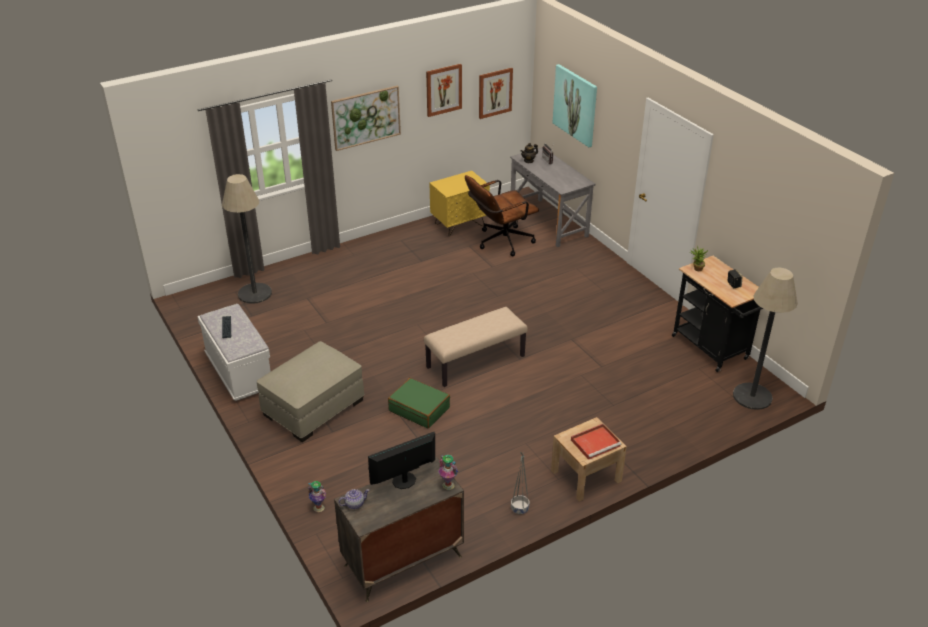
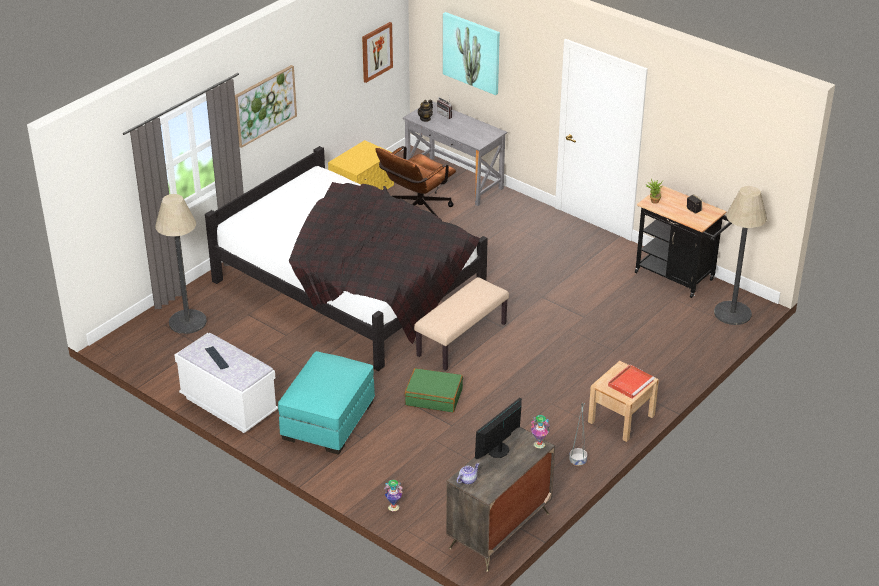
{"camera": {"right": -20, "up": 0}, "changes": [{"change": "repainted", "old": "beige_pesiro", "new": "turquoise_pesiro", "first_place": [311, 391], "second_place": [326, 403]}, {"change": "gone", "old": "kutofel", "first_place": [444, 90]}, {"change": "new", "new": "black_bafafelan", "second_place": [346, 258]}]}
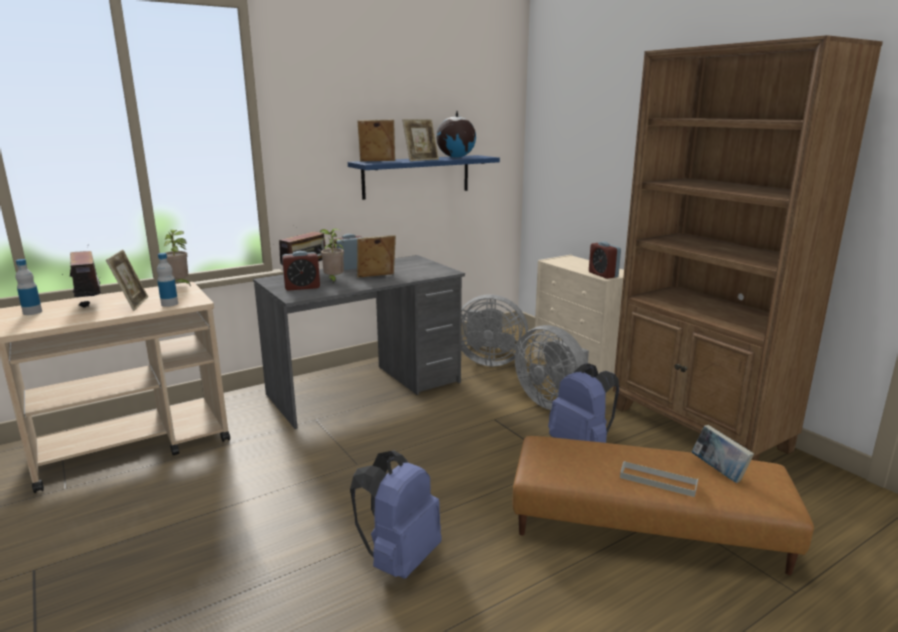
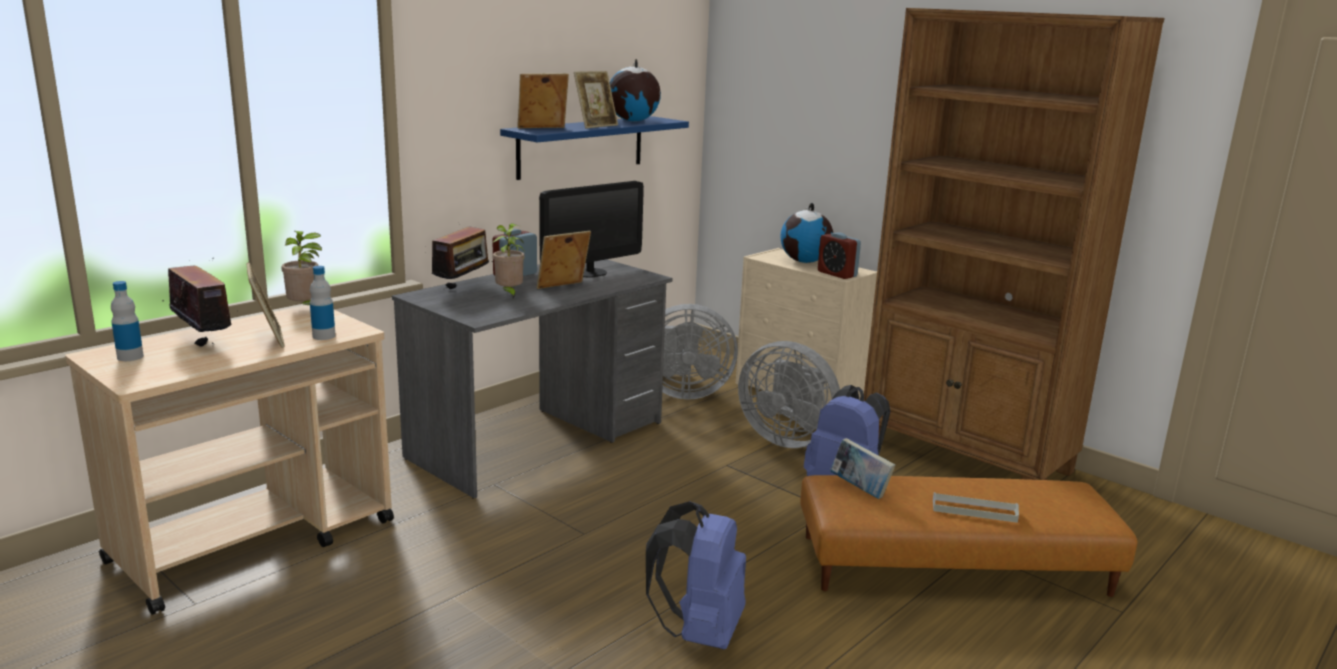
{"camera": {"right": -15, "up": 0}, "changes": [{"change": "gone", "old": "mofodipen", "first_place": [301, 271]}, {"change": "shifted", "old": "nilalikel", "first_place": [723, 454], "second_place": [862, 468]}, {"change": "new", "new": "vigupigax", "second_place": [591, 229]}, {"change": "new", "new": "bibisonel", "second_place": [807, 233]}]}
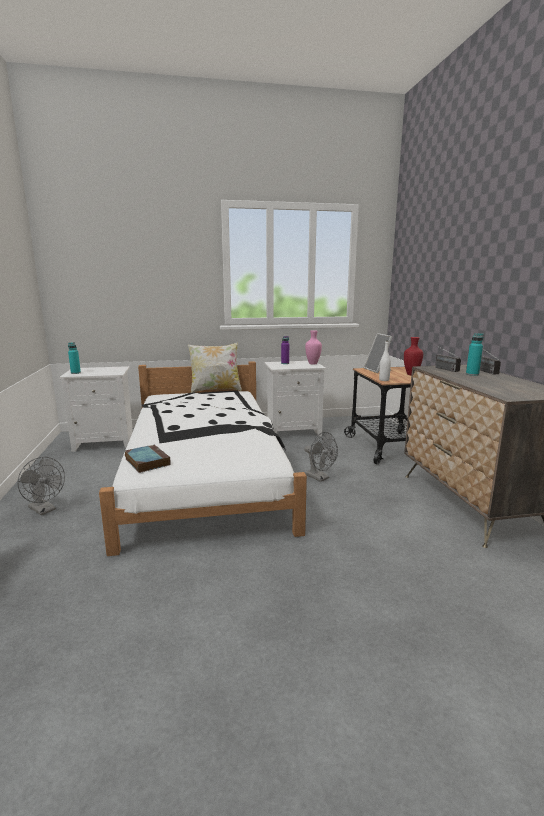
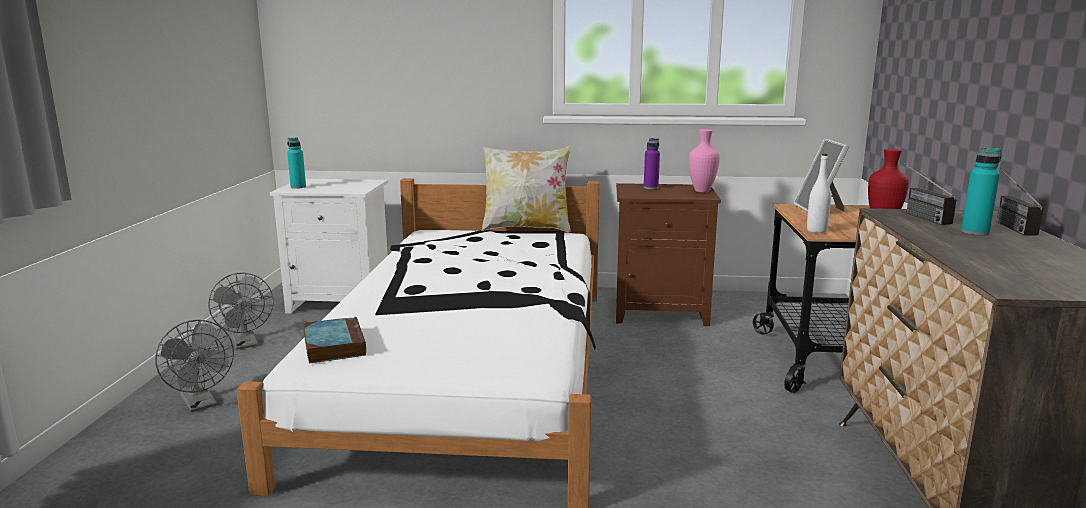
{"camera": {"right": 15, "up": 0}, "changes": [{"change": "repainted", "old": "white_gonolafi", "new": "brown_gonolafi", "first_place": [295, 398], "second_place": [668, 254]}, {"change": "shifted", "old": "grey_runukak", "first_place": [321, 457], "second_place": [241, 311]}]}
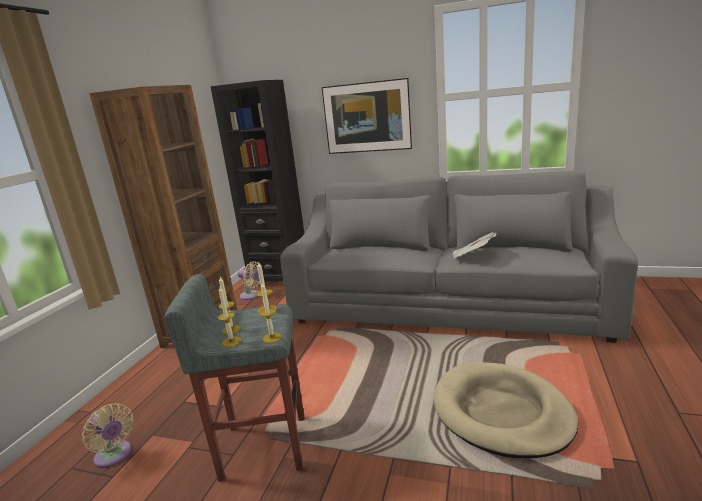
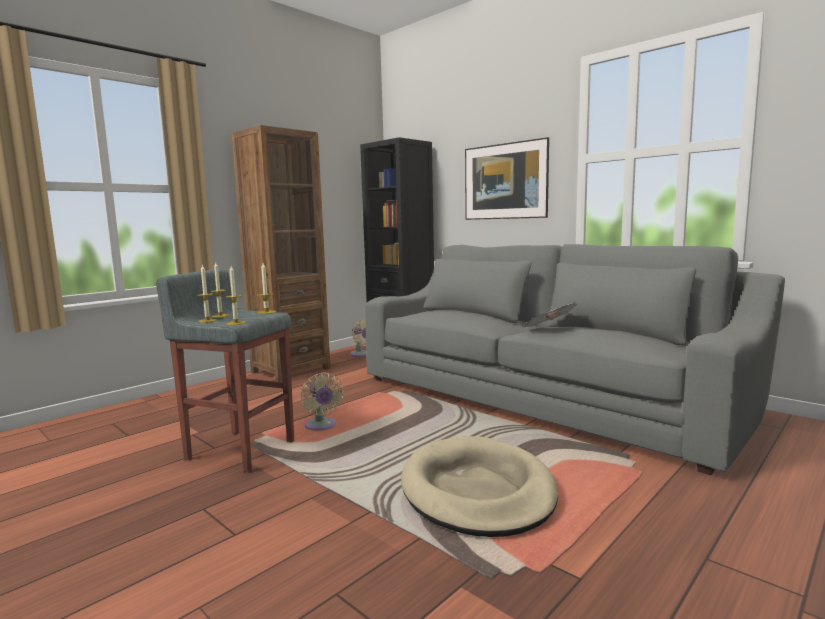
{"camera": {"right": 25, "up": -10}, "changes": [{"change": "shifted", "old": "beige_runukak", "first_place": [108, 435], "second_place": [322, 401]}]}
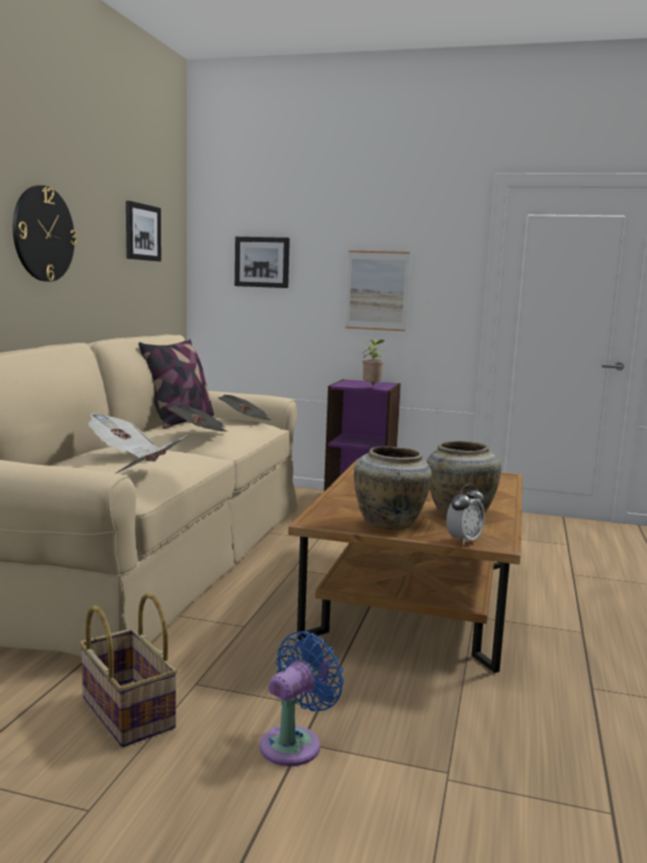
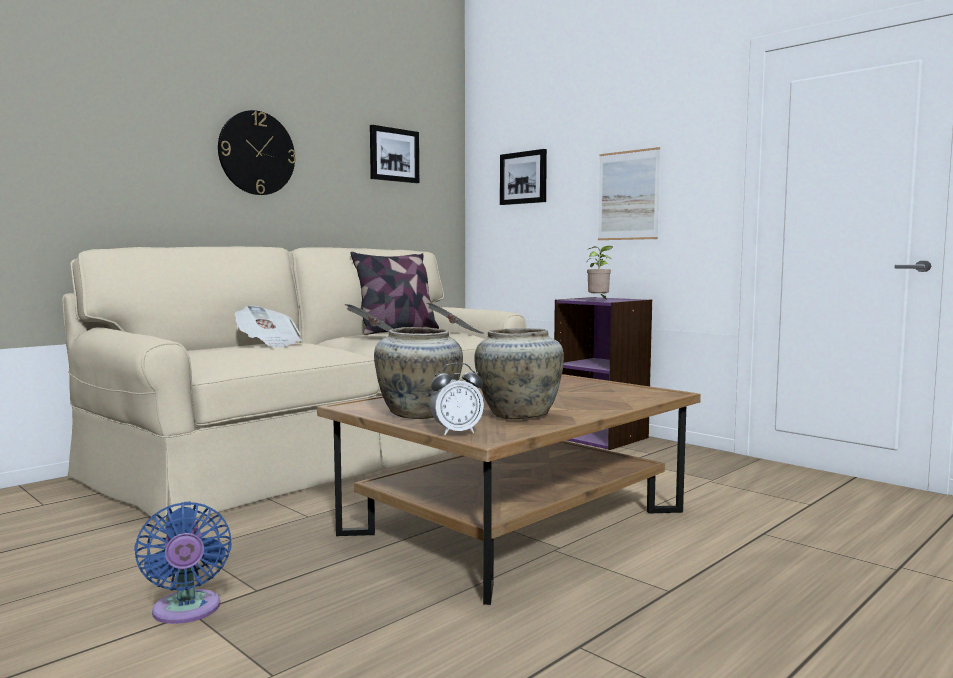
{"camera": {"right": 30, "up": -5}, "changes": [{"change": "gone", "old": "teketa", "first_place": [128, 670]}, {"change": "gone", "old": "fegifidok", "first_place": [151, 454]}, {"change": "rotated", "old": "blue_runukak", "first_place": [302, 698], "second_place": [183, 563], "degrees": 90}]}
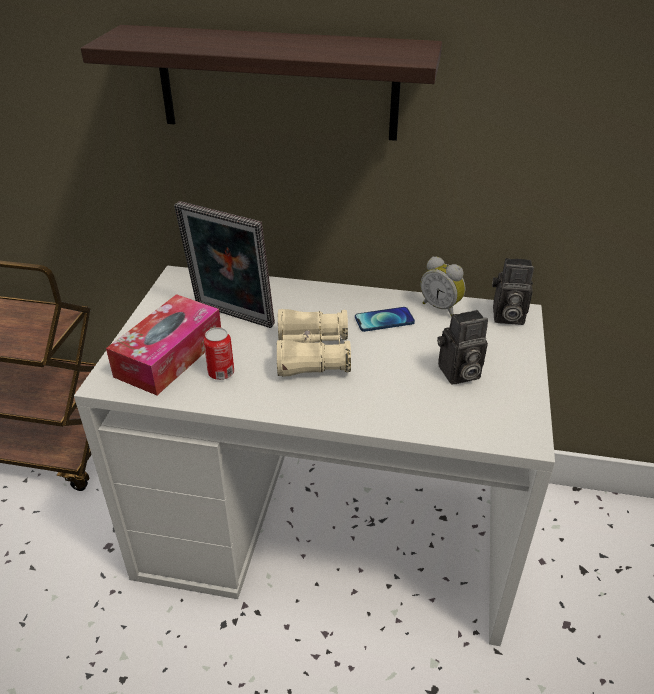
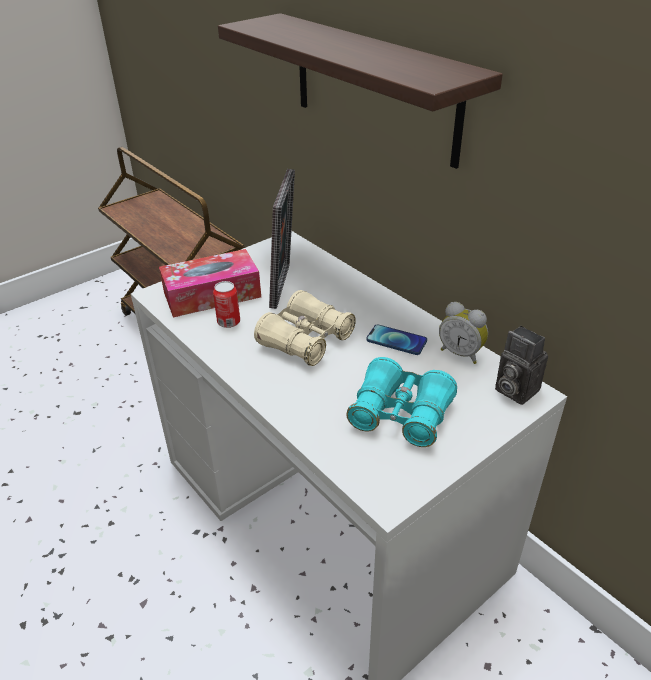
{"camera": {"right": 40, "up": 0}, "changes": [{"change": "rotated", "old": "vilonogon", "first_place": [224, 264], "second_place": [282, 239], "degrees": -150}, {"change": "rotated", "old": "mofodipen", "first_place": [443, 286], "second_place": [463, 333], "degrees": -45}, {"change": "swapped", "old": "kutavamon", "new": "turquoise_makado", "first_place": [462, 347], "second_place": [401, 402]}]}
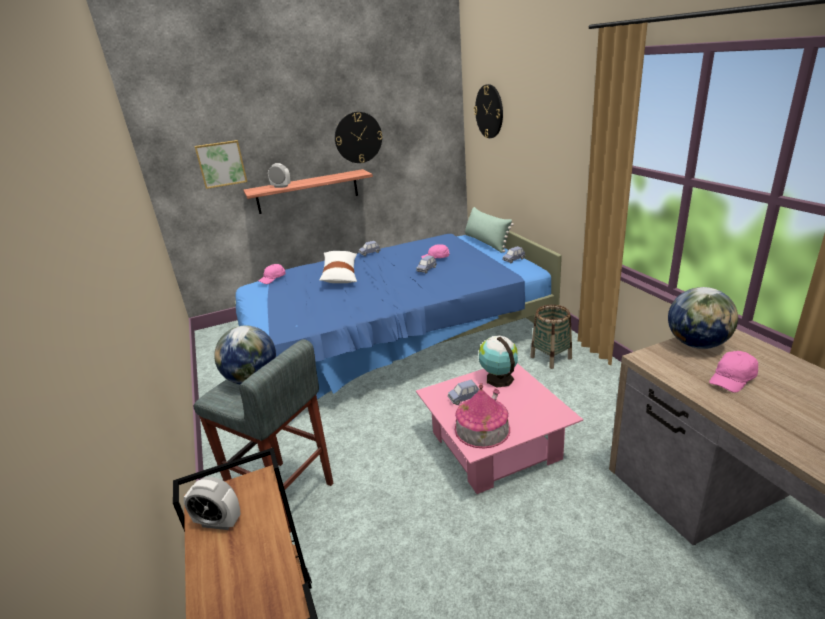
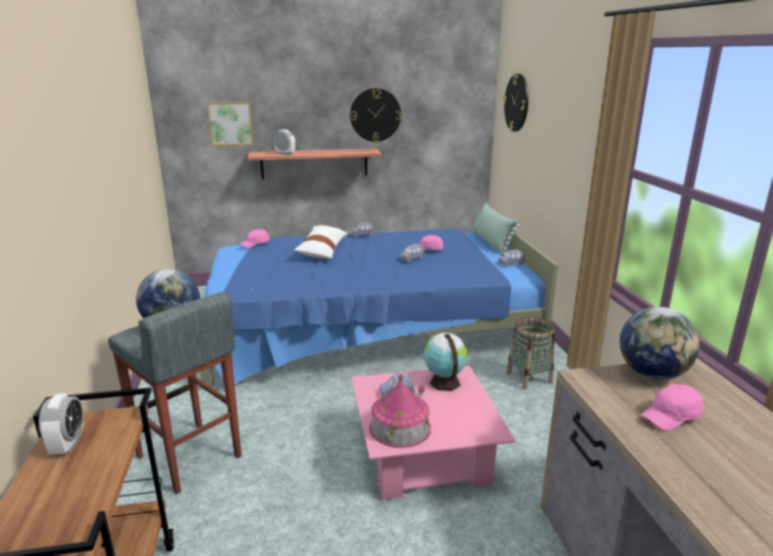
{"camera": {"right": 10, "up": -5}, "changes": [{"change": "rotated", "old": "mofodipen", "first_place": [212, 503], "second_place": [61, 424], "degrees": -120}]}
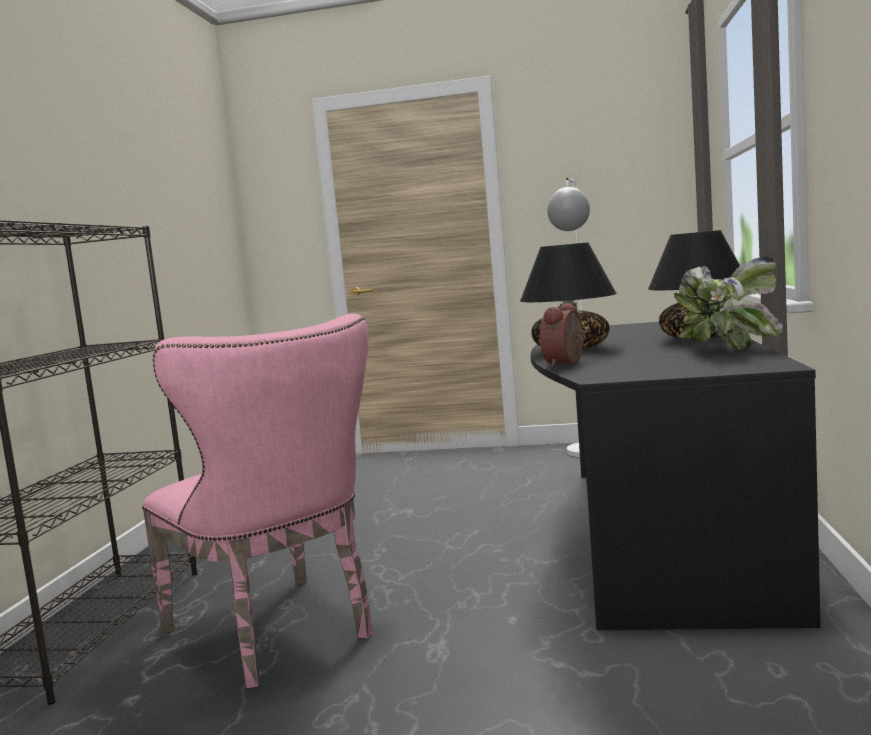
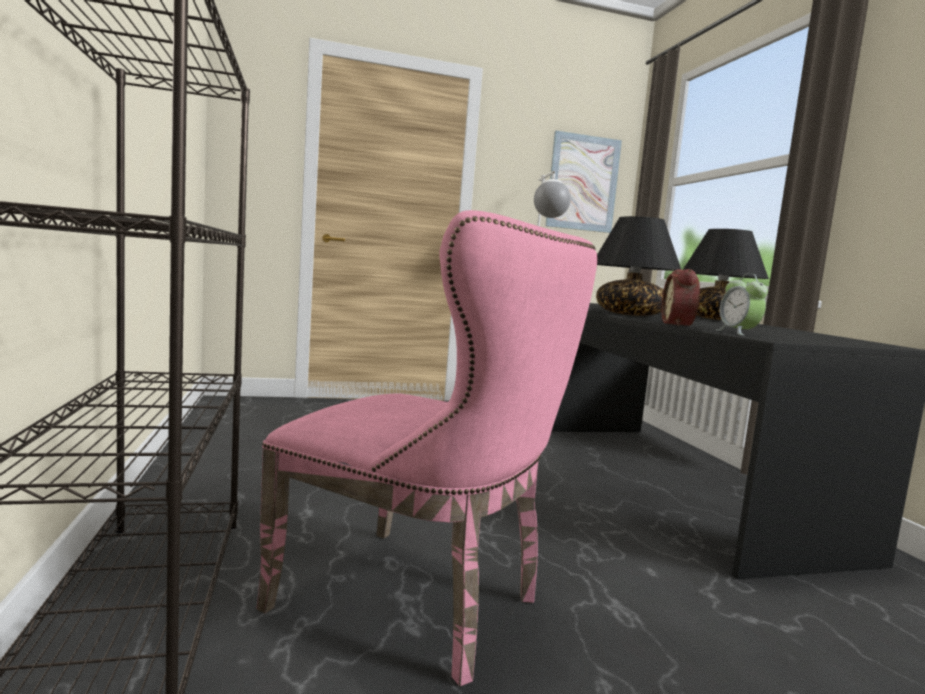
{"camera": {"right": -25, "up": 0}, "changes": [{"change": "gone", "old": "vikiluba", "first_place": [728, 302]}, {"change": "new", "new": "kutofel", "second_place": [583, 182]}, {"change": "new", "new": "mofodipen", "second_place": [742, 304]}]}
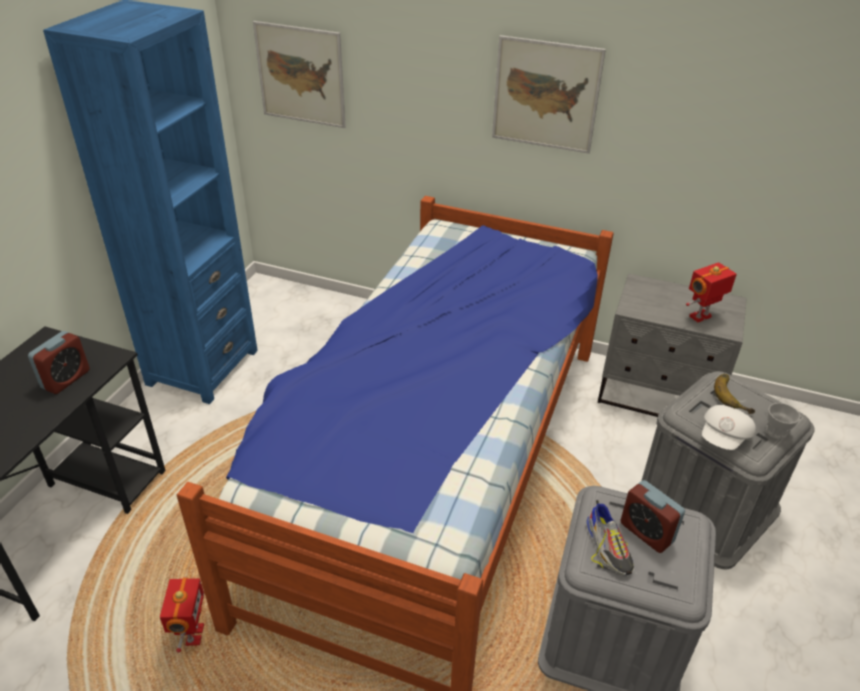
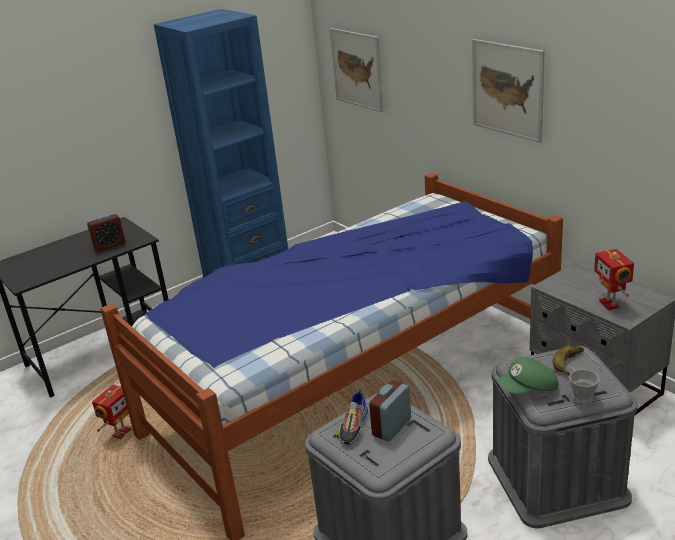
{"camera": {"right": 35, "up": -10}, "changes": [{"change": "rotated", "old": "mofodipen", "first_place": [652, 516], "second_place": [390, 410], "degrees": 45}, {"change": "rotated", "old": "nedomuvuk", "first_place": [711, 292], "second_place": [614, 279], "degrees": -105}, {"change": "repainted", "old": "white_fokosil", "new": "green_fokosil", "first_place": [729, 427], "second_place": [527, 376]}]}
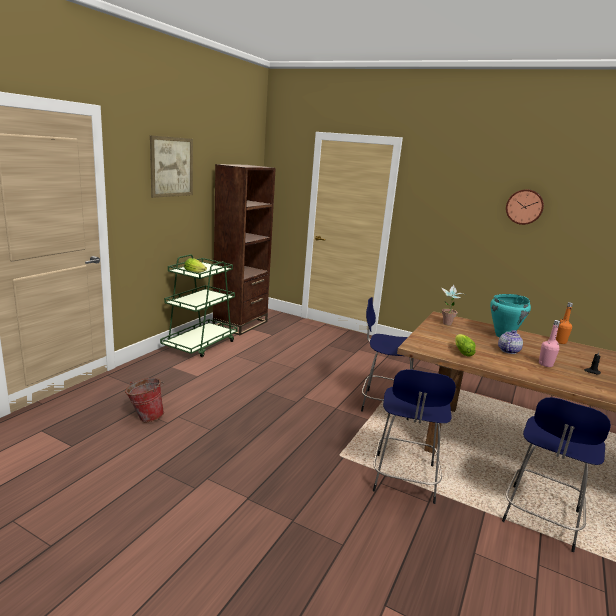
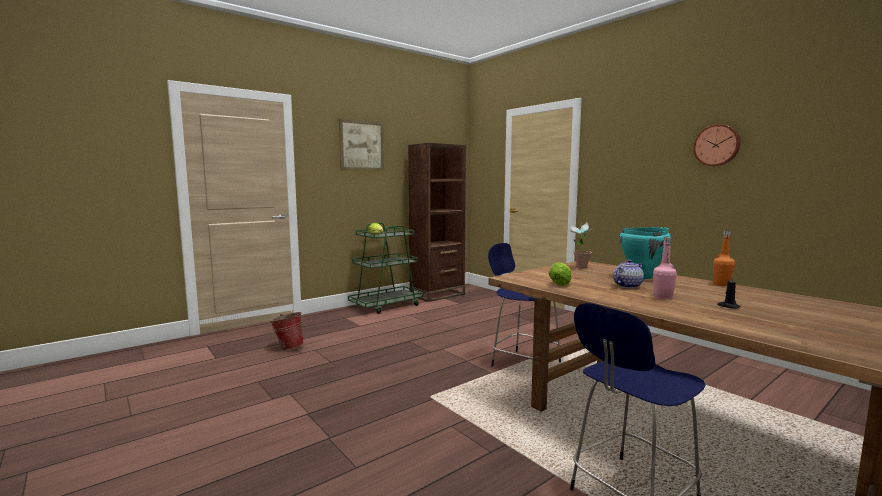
{"camera": {"right": 25, "up": -10}, "changes": [{"change": "gone", "old": "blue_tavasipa", "first_place": [414, 436]}]}
